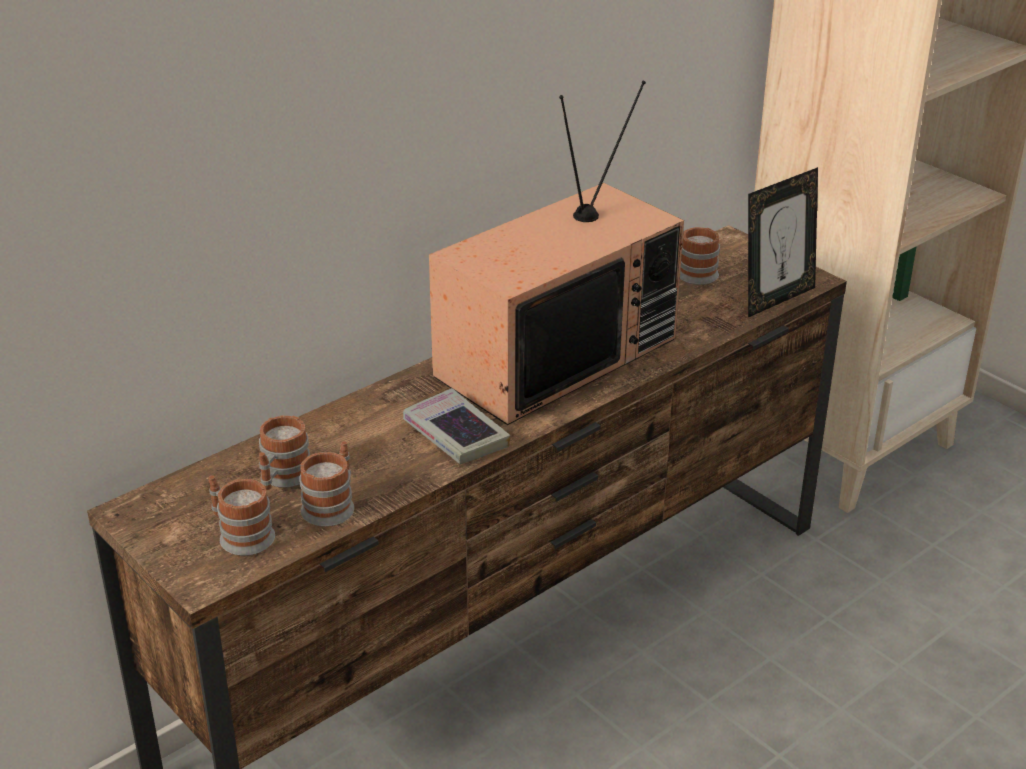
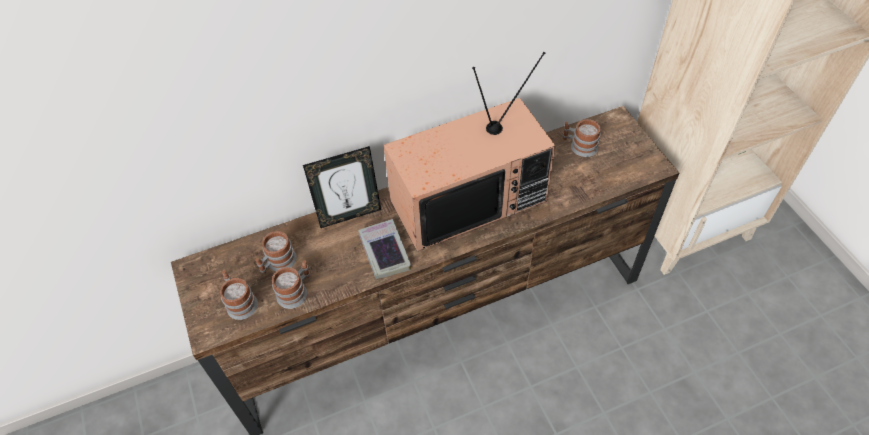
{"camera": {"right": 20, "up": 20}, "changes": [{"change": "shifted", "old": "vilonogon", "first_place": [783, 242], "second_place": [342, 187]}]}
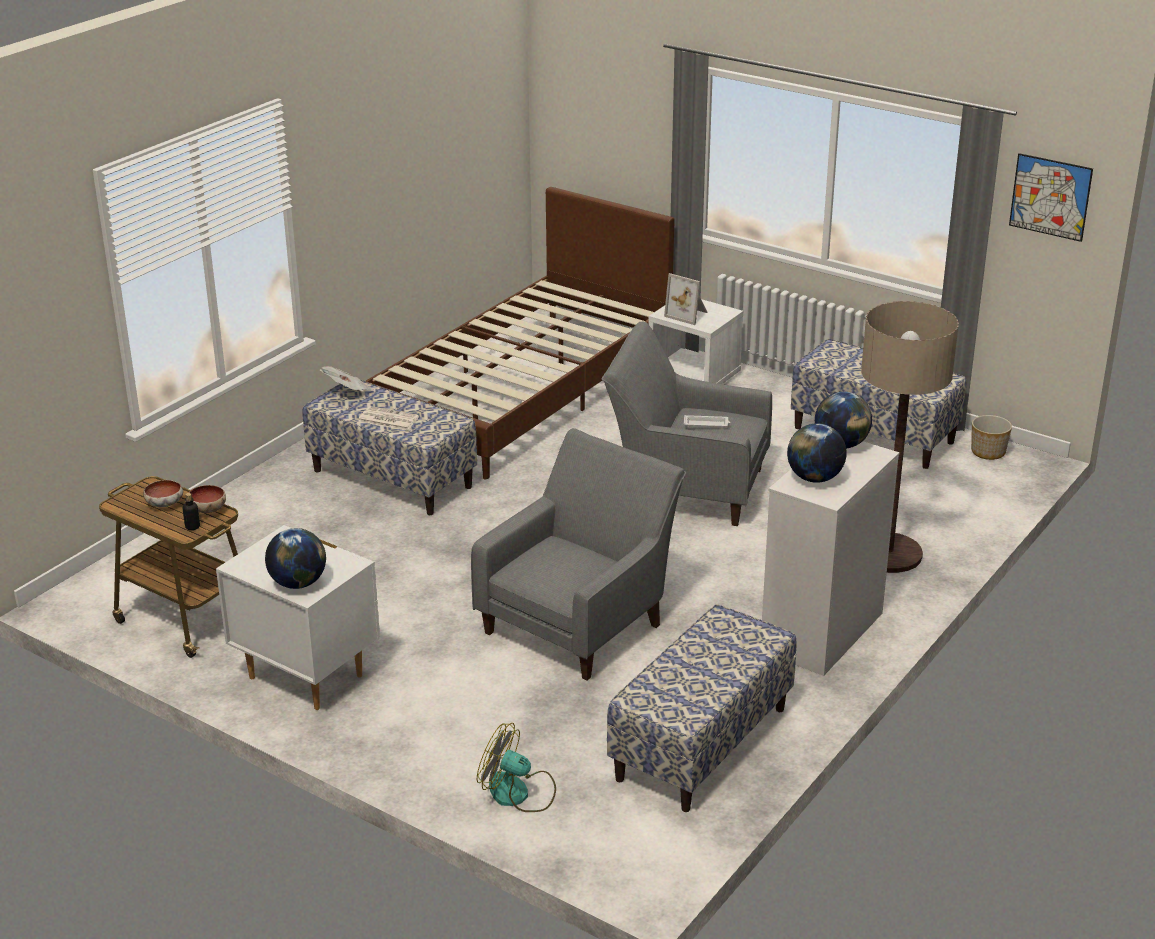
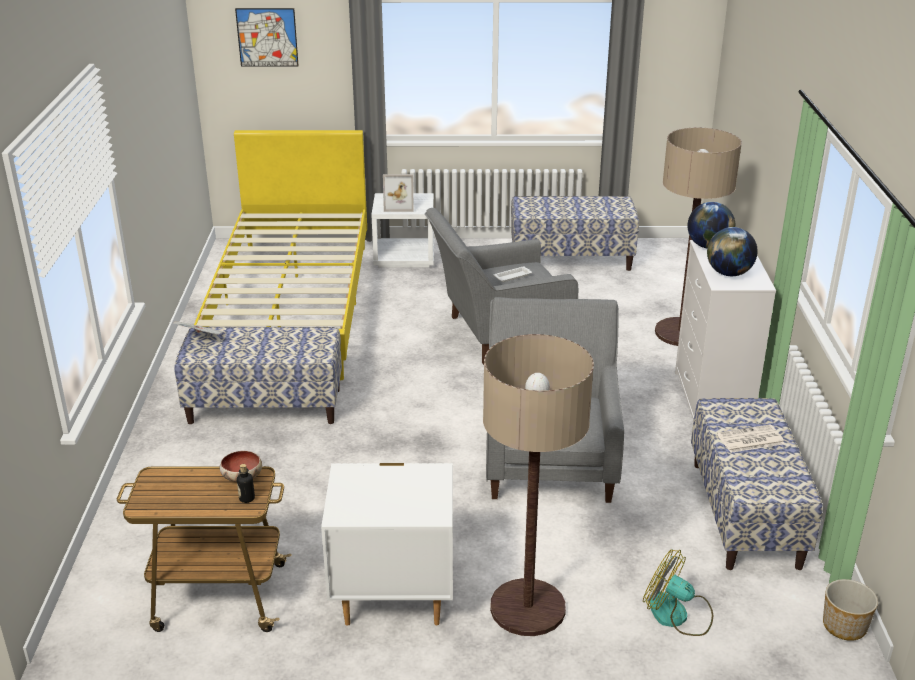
{"camera": {"right": -35, "up": 0}, "changes": [{"change": "gone", "old": "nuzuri", "first_place": [163, 493]}, {"change": "gone", "old": "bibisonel", "first_place": [295, 558]}, {"change": "shifted", "old": "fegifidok", "first_place": [388, 418], "second_place": [751, 438]}, {"change": "repainted", "old": "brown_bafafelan", "new": "yellow_bafafelan", "first_place": [520, 333], "second_place": [280, 255]}, {"change": "rotated", "old": "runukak", "first_place": [516, 767], "second_place": [678, 592], "degrees": 45}, {"change": "shifted", "old": "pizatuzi", "first_place": [991, 437], "second_place": [850, 610]}, {"change": "shifted", "old": "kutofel", "first_place": [1051, 197], "second_place": [267, 37]}, {"change": "new", "new": "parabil", "second_place": [538, 485]}]}
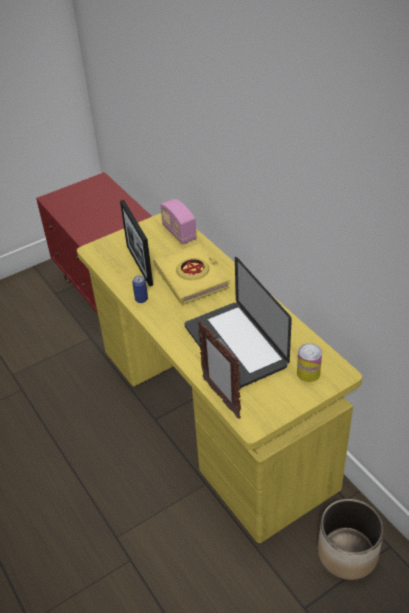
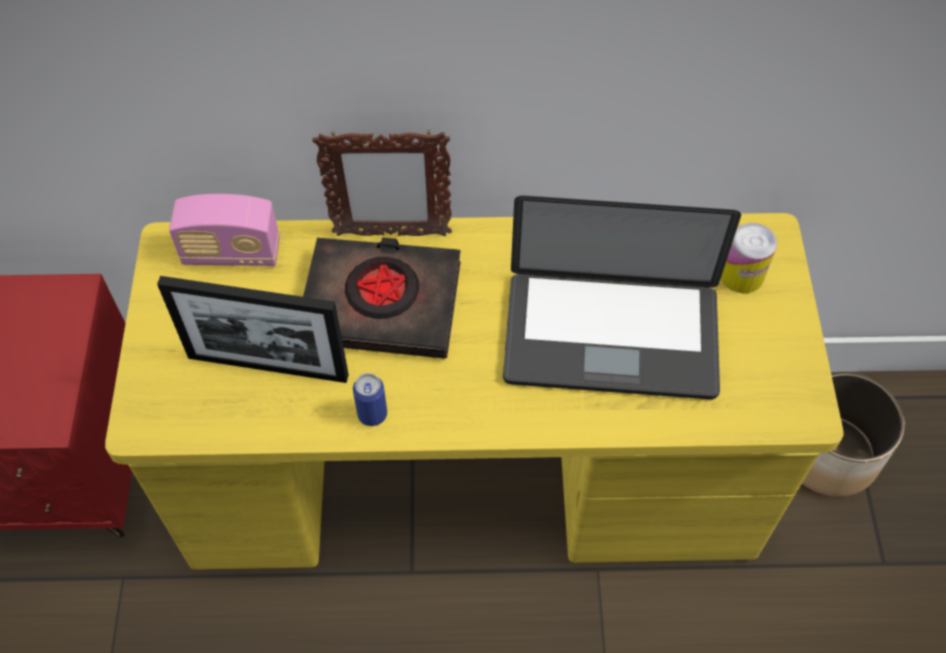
{"camera": {"right": -60, "up": 15}, "changes": [{"change": "repainted", "old": "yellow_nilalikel", "new": "black_nilalikel", "first_place": [192, 274], "second_place": [382, 298]}, {"change": "shifted", "old": "vilonogon", "first_place": [219, 370], "second_place": [382, 183]}]}
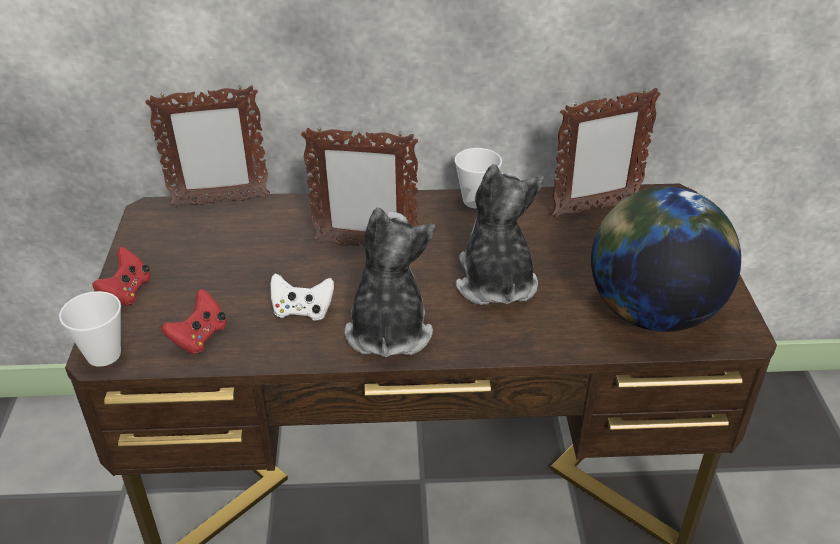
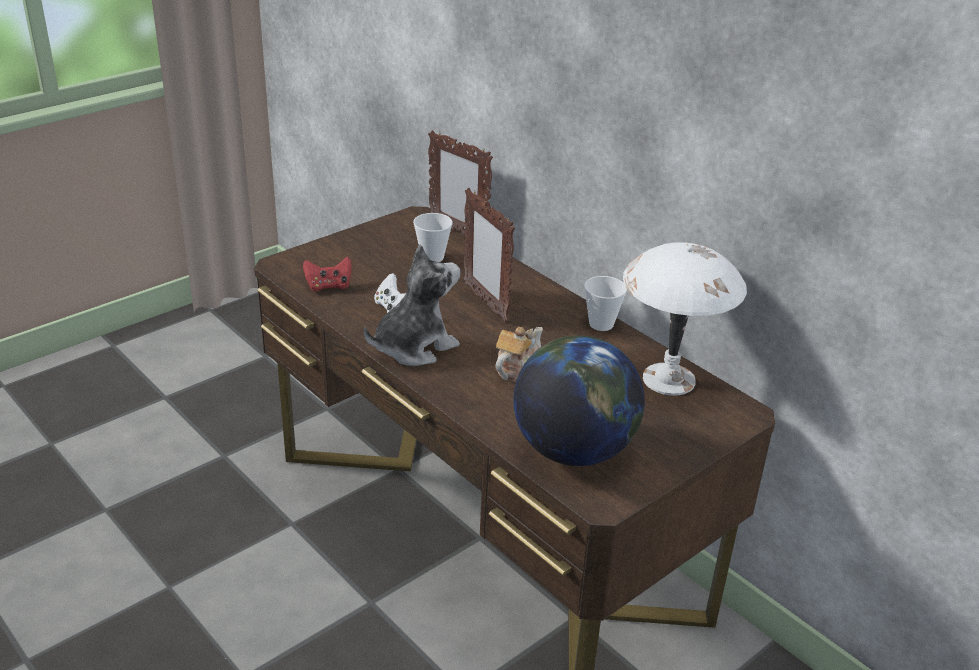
{"camera": {"right": 50, "up": -5}, "changes": [{"change": "shifted", "old": "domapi", "first_place": [90, 329], "second_place": [433, 237]}, {"change": "gone", "old": "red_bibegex", "first_place": [121, 276]}, {"change": "swapped", "old": "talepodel", "new": "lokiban", "first_place": [500, 234], "second_place": [519, 354]}, {"change": "swapped", "old": "vilonogon", "new": "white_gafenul", "first_place": [606, 153], "second_place": [685, 319]}]}
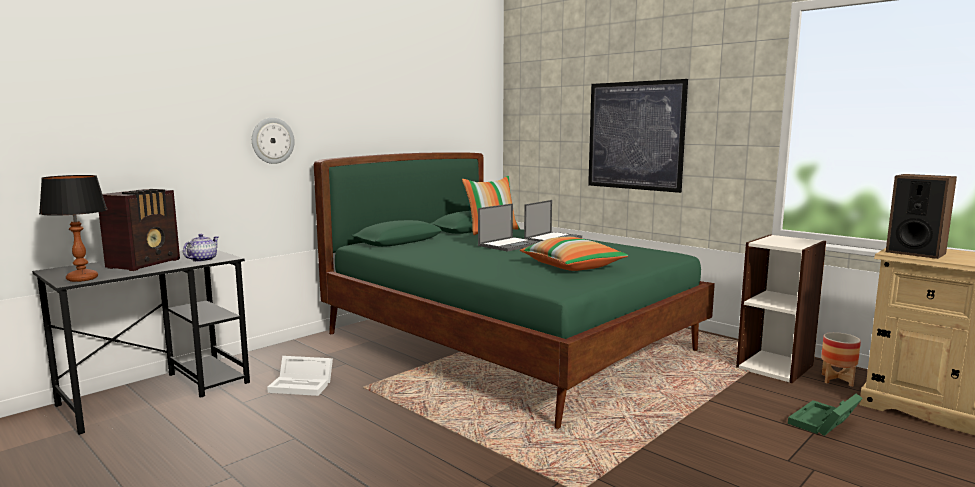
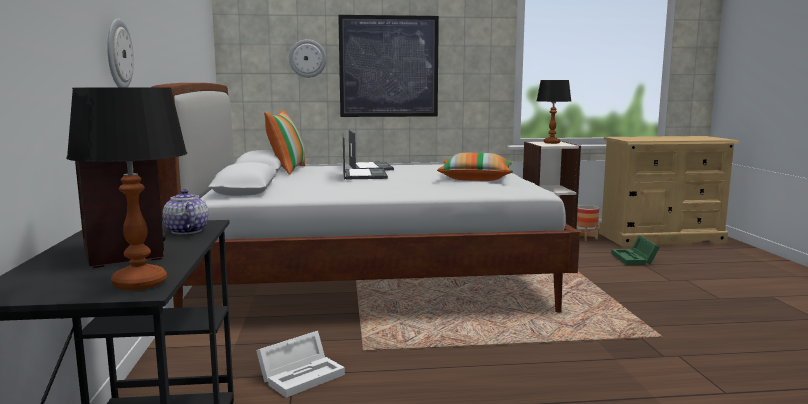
{"camera": {"right": -50, "up": 0}, "changes": [{"change": "repainted", "old": "green_bafafelan", "new": "white_bafafelan", "first_place": [514, 290], "second_place": [366, 198]}, {"change": "gone", "old": "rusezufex", "first_place": [921, 216]}, {"change": "new", "new": "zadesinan", "second_place": [308, 58]}, {"change": "new", "new": "gafenul", "second_place": [554, 112]}]}
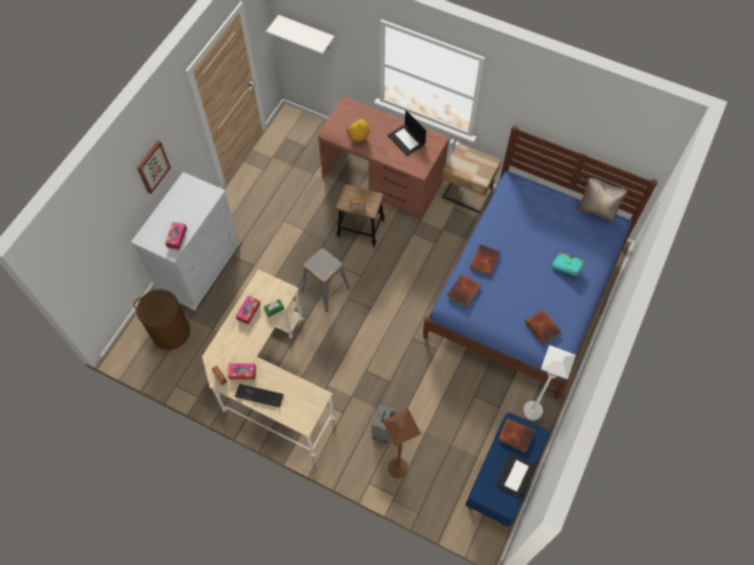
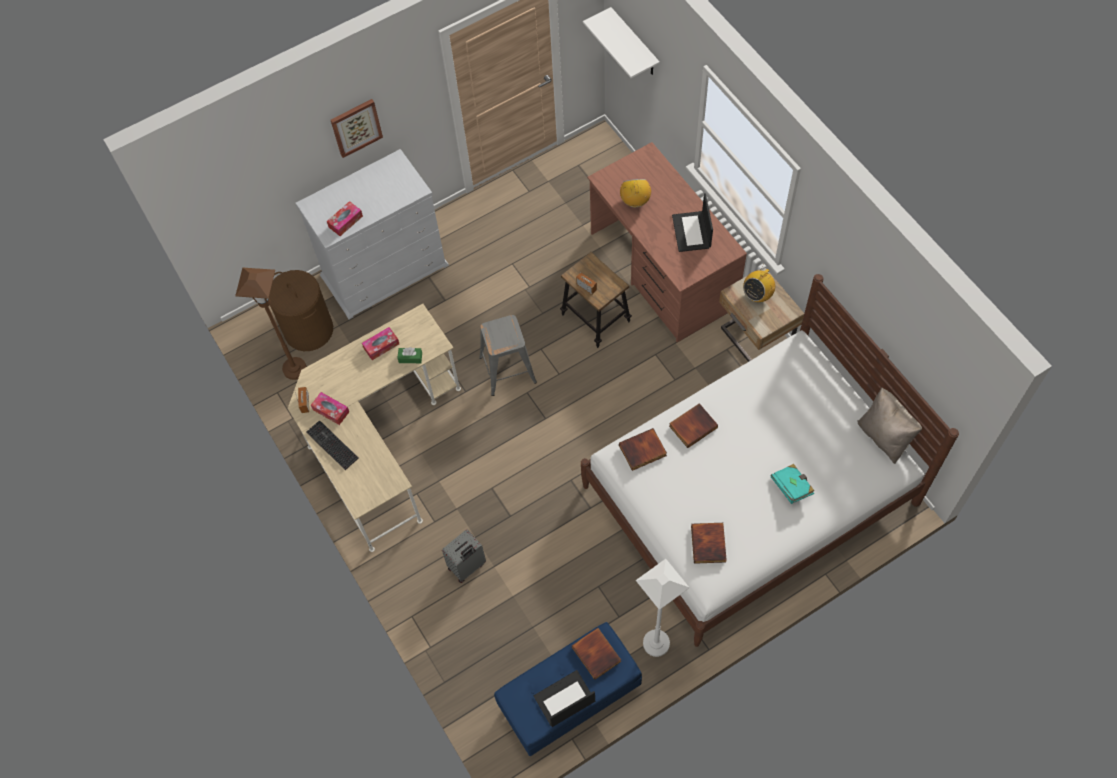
{"camera": {"right": 35, "up": 0}, "changes": [{"change": "shifted", "old": "brown_parabil", "first_place": [401, 443], "second_place": [271, 324]}, {"change": "repainted", "old": "blue_bafafelan", "new": "white_bafafelan", "first_place": [540, 262], "second_place": [770, 460]}, {"change": "new", "new": "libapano", "second_place": [759, 284]}]}
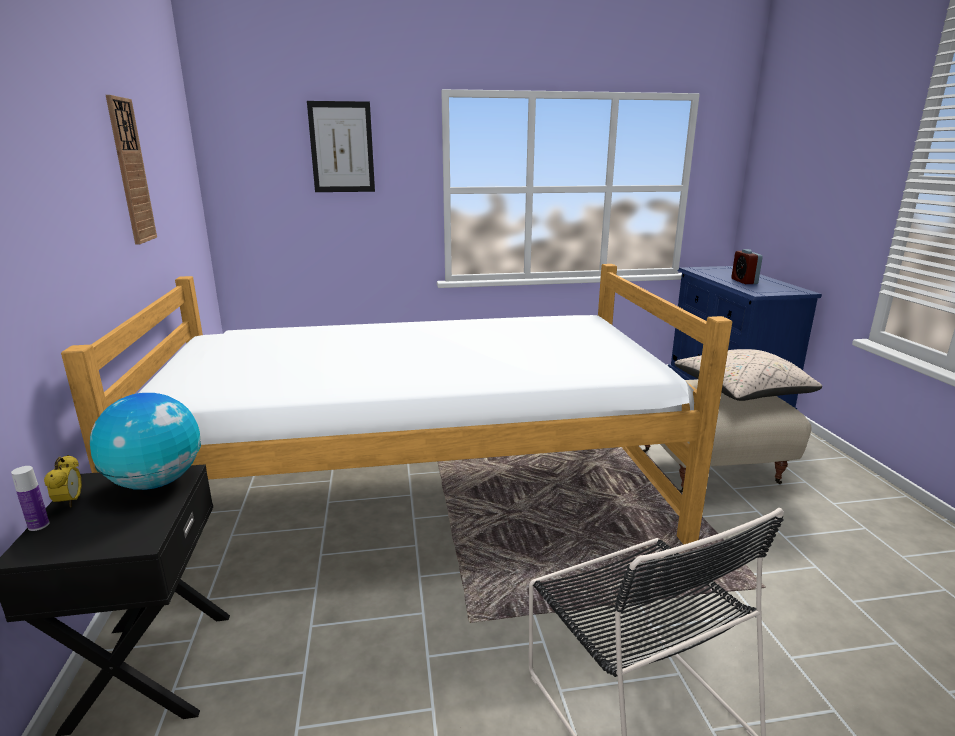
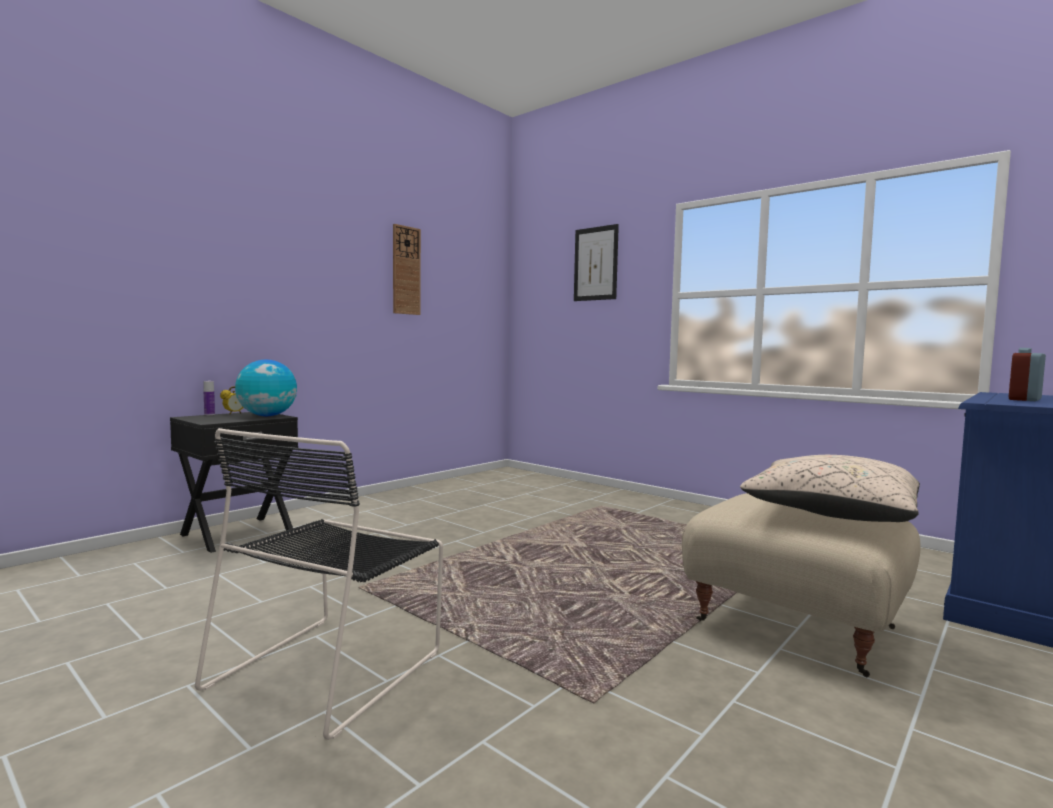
{"camera": {"right": 50, "up": -15}, "changes": [{"change": "gone", "old": "bafafelan", "first_place": [396, 404]}]}
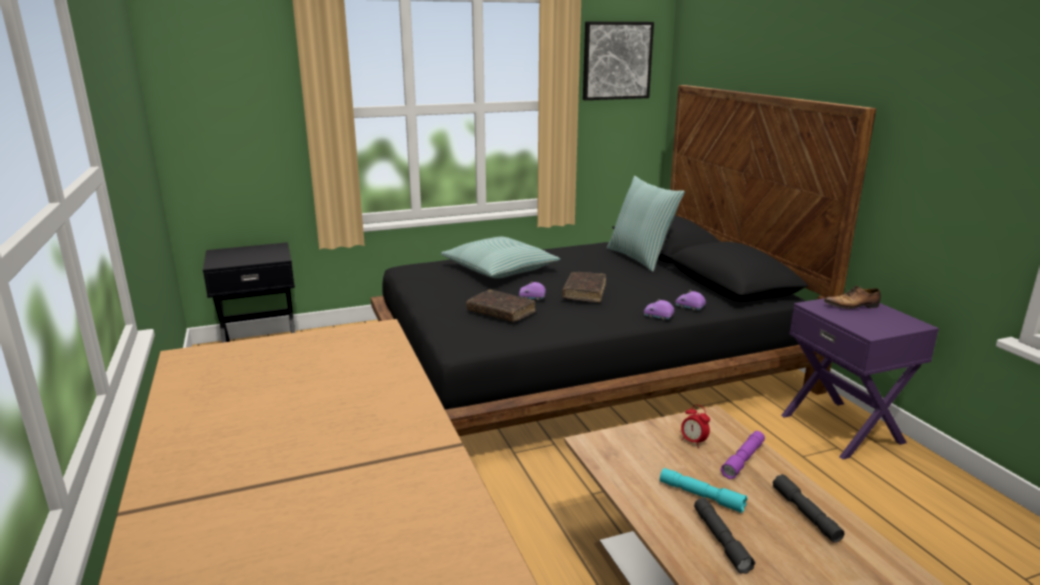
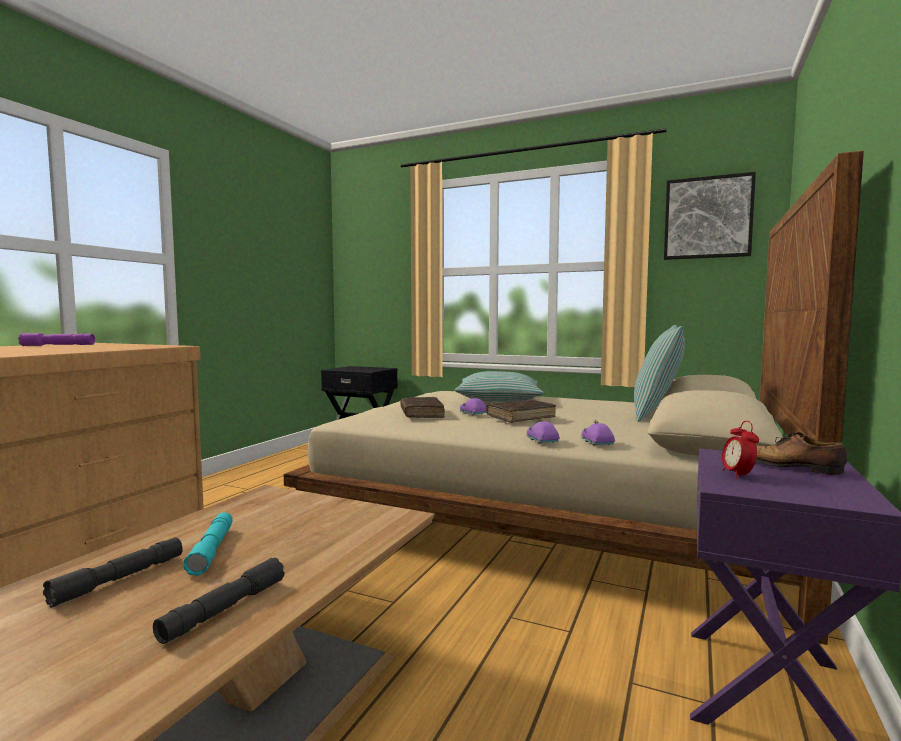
{"camera": {"right": 45, "up": -15}, "changes": [{"change": "repainted", "old": "black_bafafelan", "new": "beige_bafafelan", "first_place": [623, 260], "second_place": [574, 398]}, {"change": "shifted", "old": "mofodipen", "first_place": [695, 426], "second_place": [740, 450]}, {"change": "shifted", "old": "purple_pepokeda", "first_place": [743, 455], "second_place": [56, 339]}]}
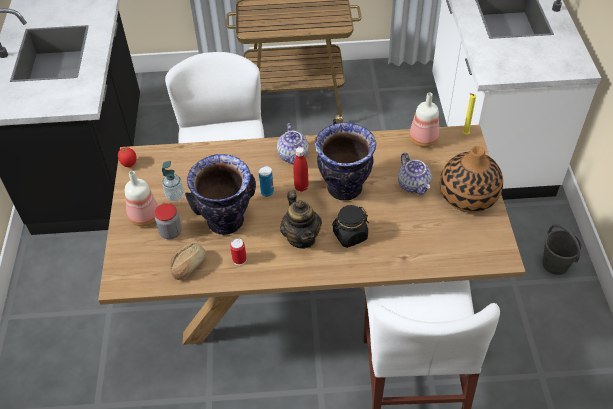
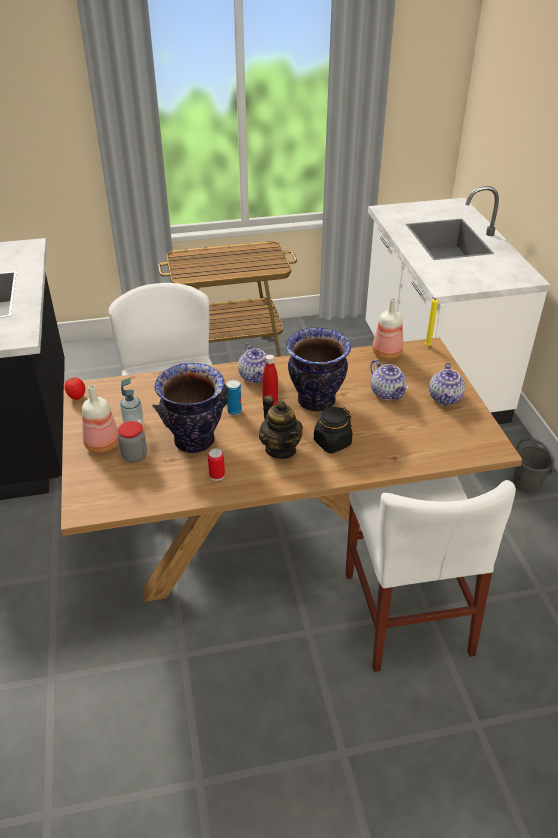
{"camera": {"right": -10, "up": -10}, "changes": [{"change": "gone", "old": "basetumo", "first_place": [188, 261]}, {"change": "swapped", "old": "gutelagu", "new": "lokiban", "first_place": [471, 179], "second_place": [447, 384]}]}
